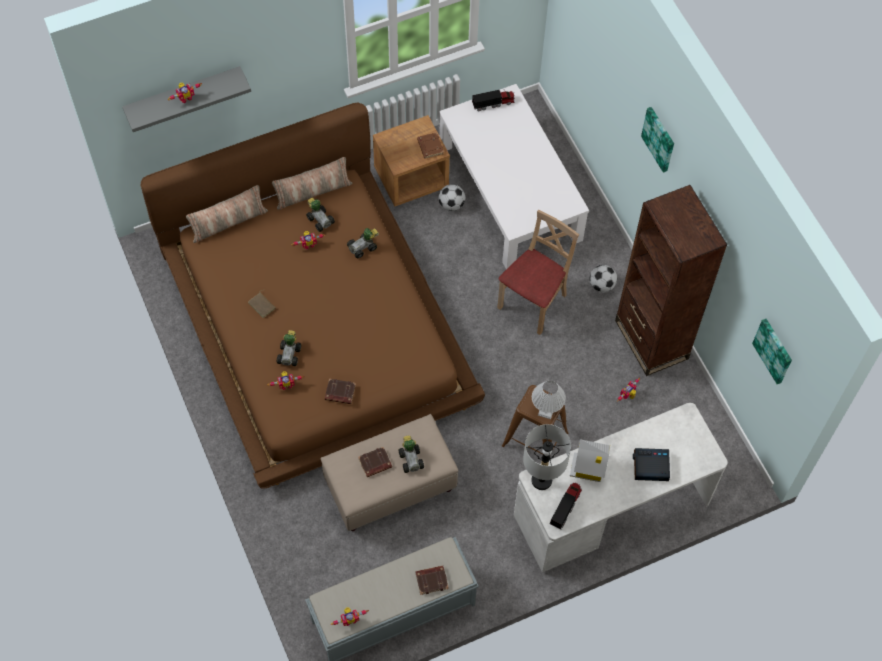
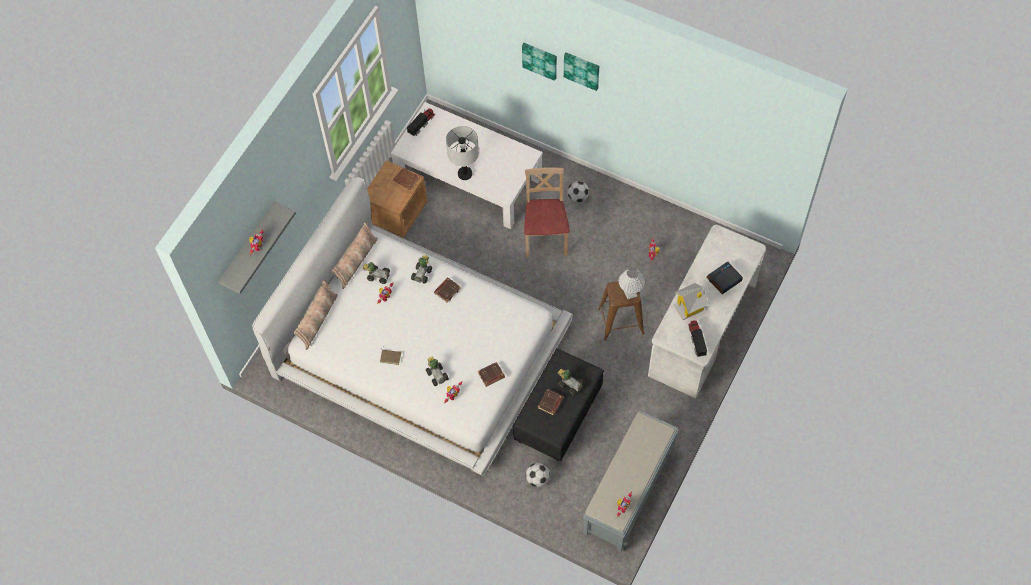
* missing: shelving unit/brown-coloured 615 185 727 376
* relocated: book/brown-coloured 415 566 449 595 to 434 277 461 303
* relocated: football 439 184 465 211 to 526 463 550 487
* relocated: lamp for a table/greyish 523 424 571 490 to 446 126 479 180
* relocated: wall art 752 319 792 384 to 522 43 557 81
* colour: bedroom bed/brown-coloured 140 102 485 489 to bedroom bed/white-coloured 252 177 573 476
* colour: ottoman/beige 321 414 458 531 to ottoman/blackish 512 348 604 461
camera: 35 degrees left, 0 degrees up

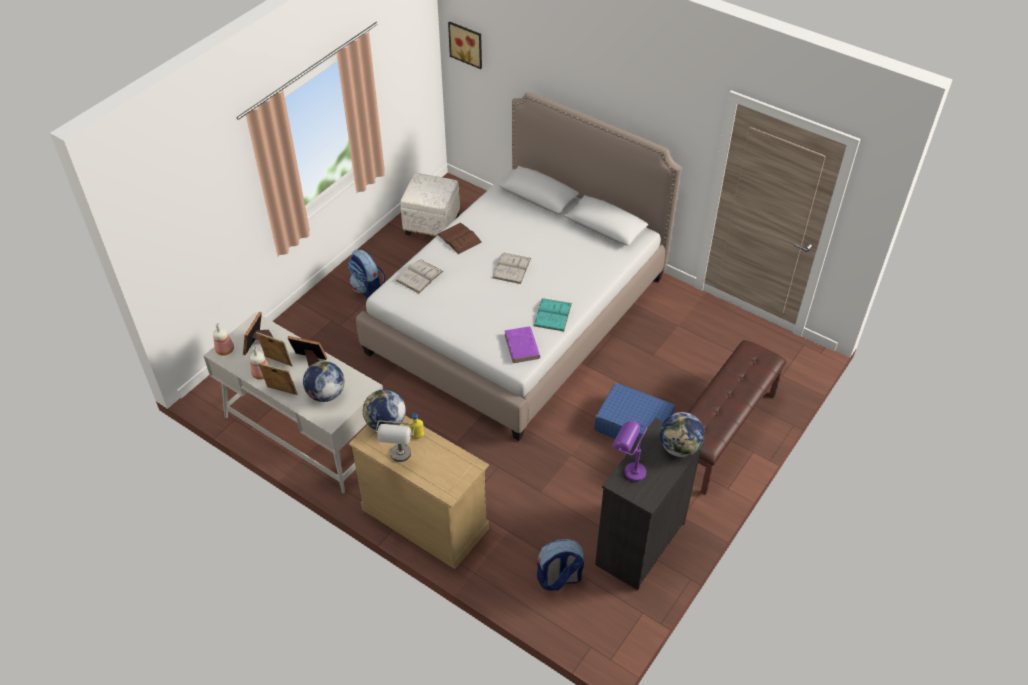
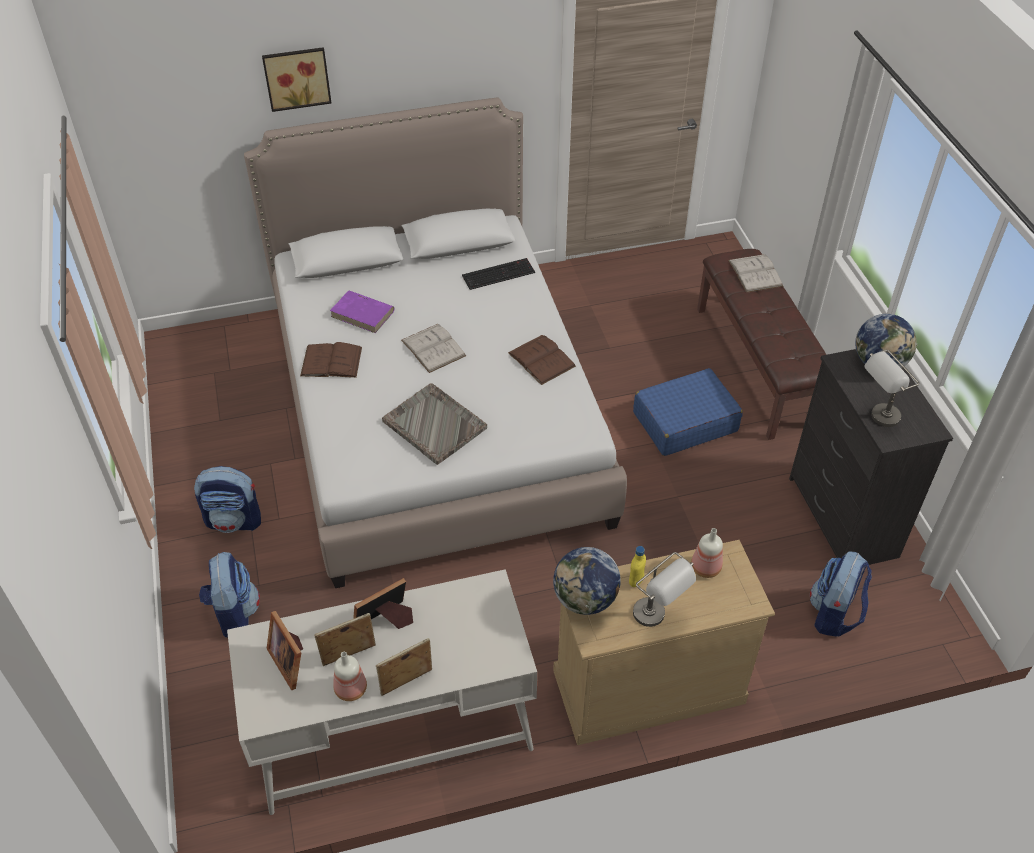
* missing: desk globe 303 361 344 402
* missing: ottoman/white-coloured 400 173 460 236
* appeared: backpack 199 552 260 637
* appeared: carrying tray/greyish 382 383 487 465
* appeared: keyboard 462 258 535 290
* relocated: beverage bottle 213 323 234 356 to 691 528 723 578
* relocated: book/white-coloured 396 259 443 293 to 728 254 783 293
* relocated: wall art 448 22 482 69 to 262 47 332 112
* relocated: book/purple-coloured 504 327 540 363 to 330 291 394 333
* colour: book/turquoise 534 298 572 331 to book/brown-coloured 508 335 576 385
* colour: lamp for a table/purple-coloured 613 421 647 482 to lamp for a table/greyish 864 350 919 427
camera: 50 degrees left, 0 degrees up

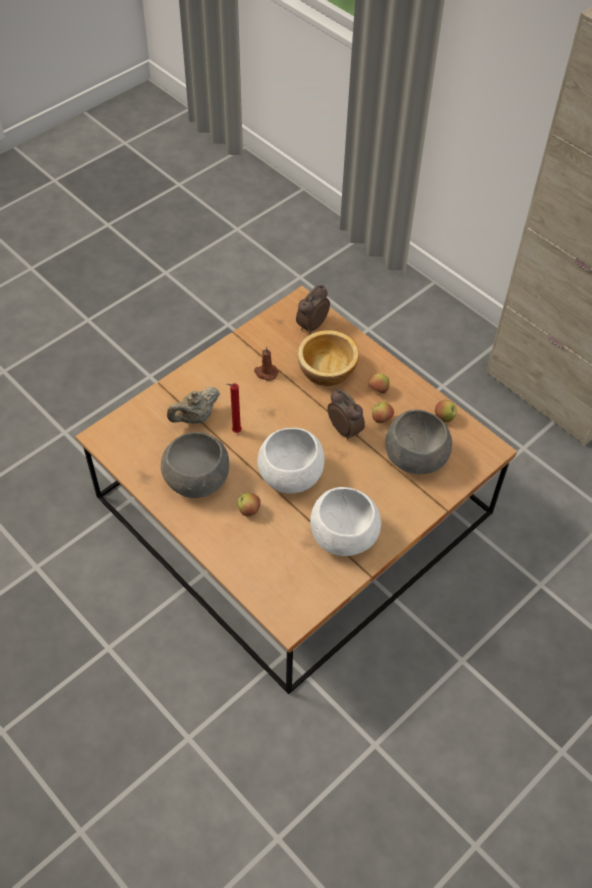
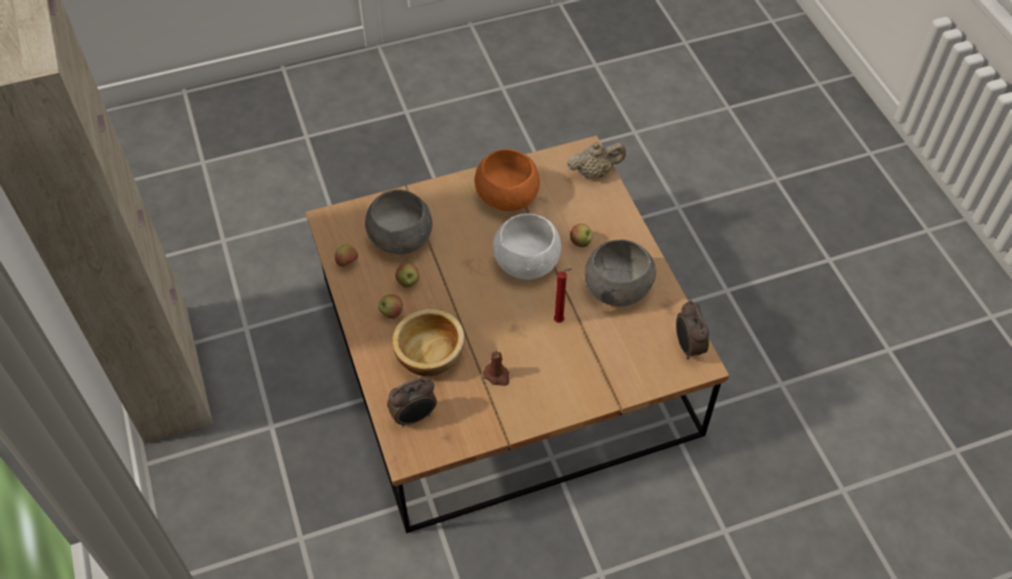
* relocated: tea pot/beige 167 387 220 424 to 567 142 626 178
* relocated: table clock 328 388 365 440 to 676 300 709 359
* colour: bowl/white-coloured 310 487 381 556 to bowl/orange 475 149 540 211
camera: 155 degrees left, 0 degrees up

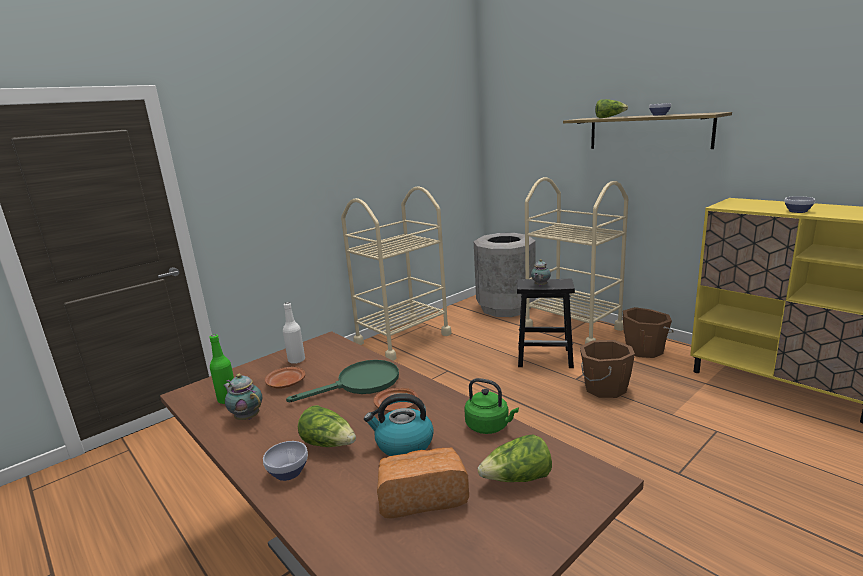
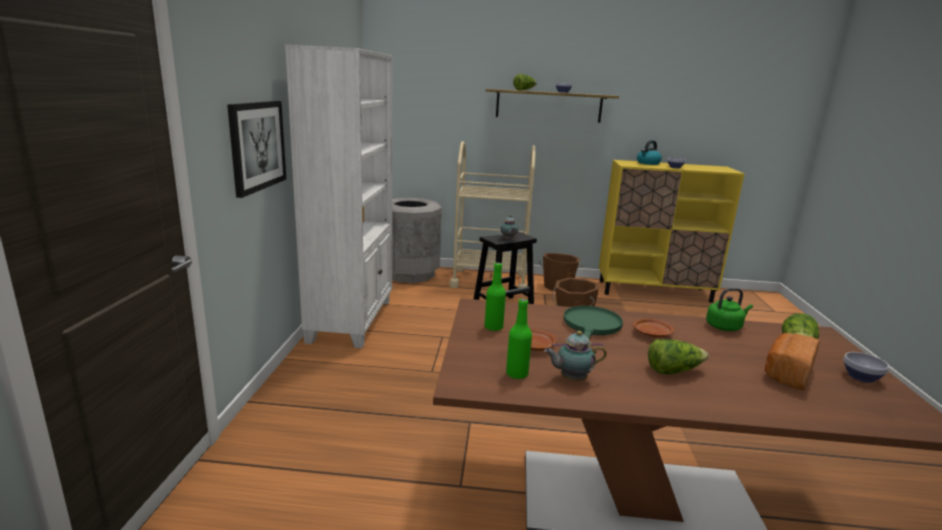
* appeared: wall art 227 101 286 198
* relocated: bowl 263 441 308 481 to 844 352 889 383
* relocated: tea kettle 364 393 434 456 to 637 140 662 165
* exchanged: wheeled cart/beige 341 186 452 361 to shelving unit/white-coloured 285 45 392 348
* colour: beverage bottle/white-coloured 283 302 305 364 to beverage bottle/green-coloured 485 262 506 331
camera: 45 degrees left, 0 degrees up

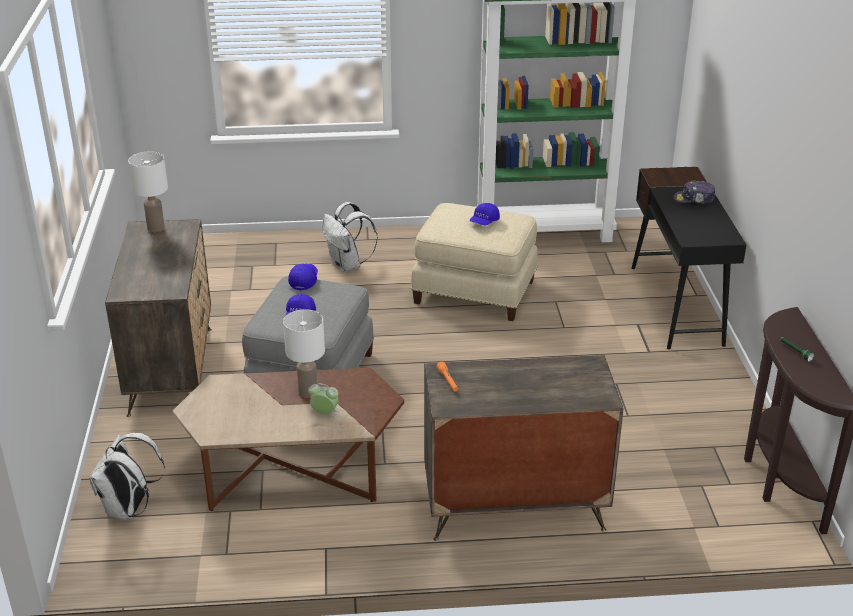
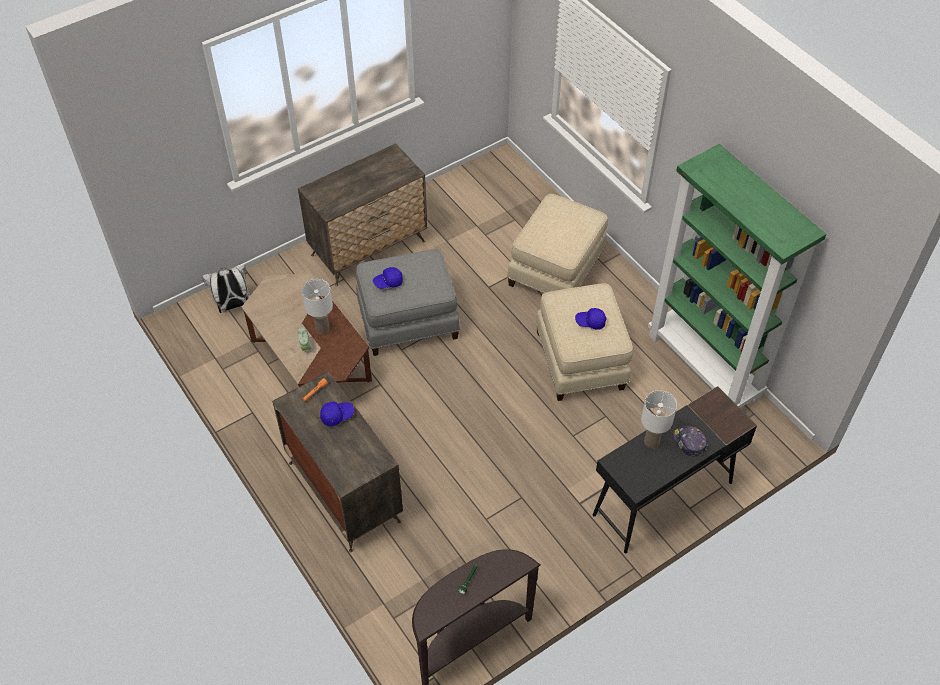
* relocated: lamp for a table/white-coloured 128 151 168 232 to 641 390 677 448
* relocated: cap/blue-coloured 288 264 318 290 to 320 401 354 427
* exchanged: backpack/white-coloured 323 202 378 272 to ottoman/beige 507 194 608 293
camera: 60 degrees right, 20 degrees up

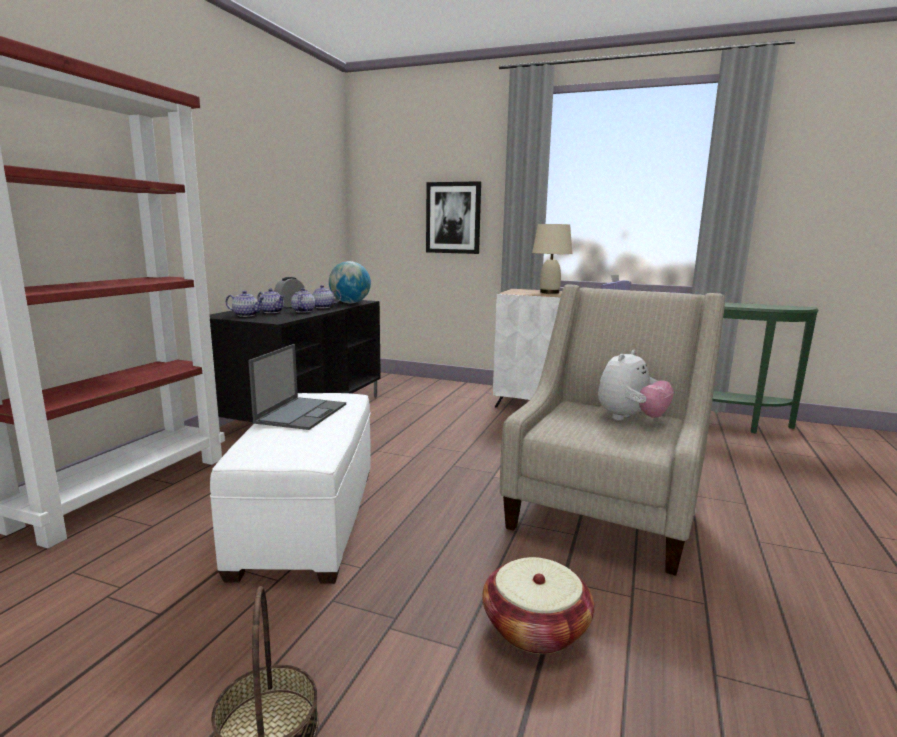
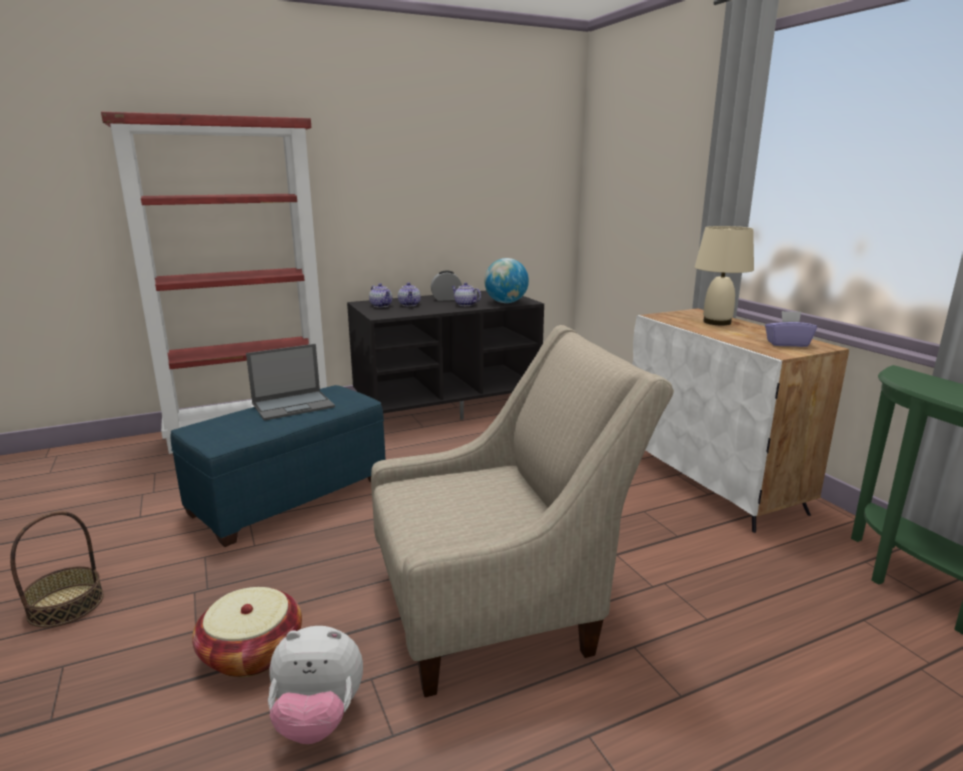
* missing: tea pot 291 288 315 313
* missing: wall art 426 181 481 254
* relocated: plush toy 598 350 674 421 to 268 626 363 744
* colour: ottoman/white-coloured 210 393 371 584 to ottoman/blue-coloured 170 385 385 547
camera: 45 degrees right, 5 degrees up

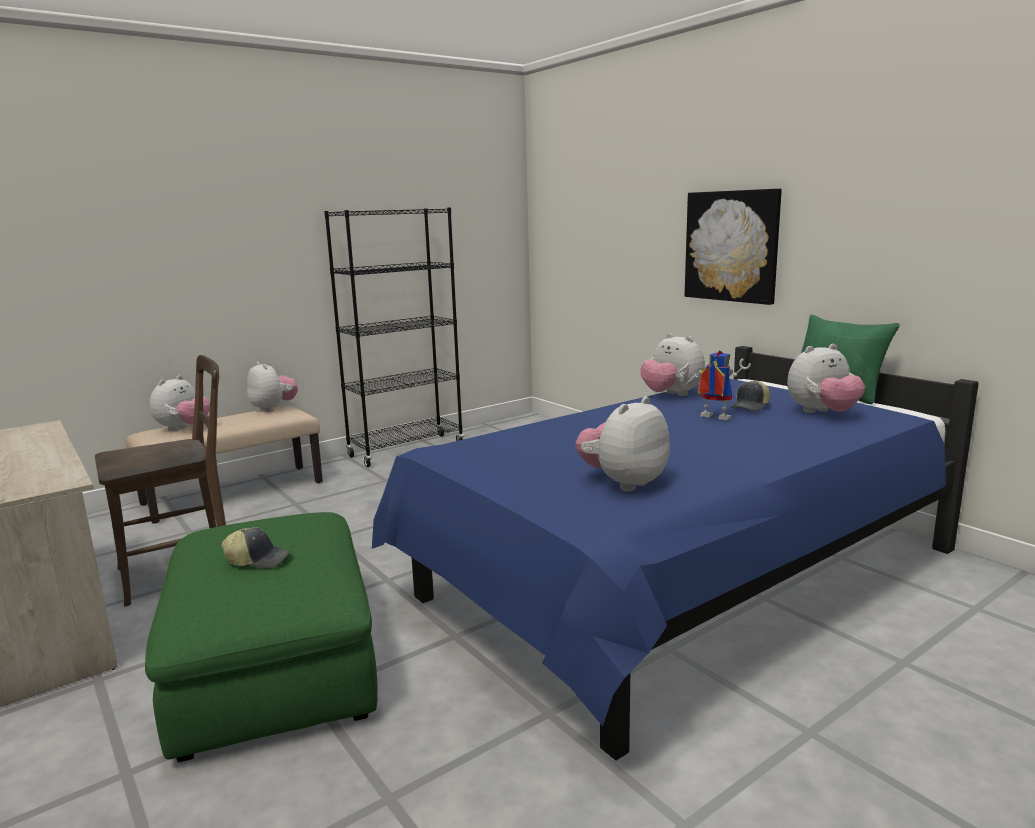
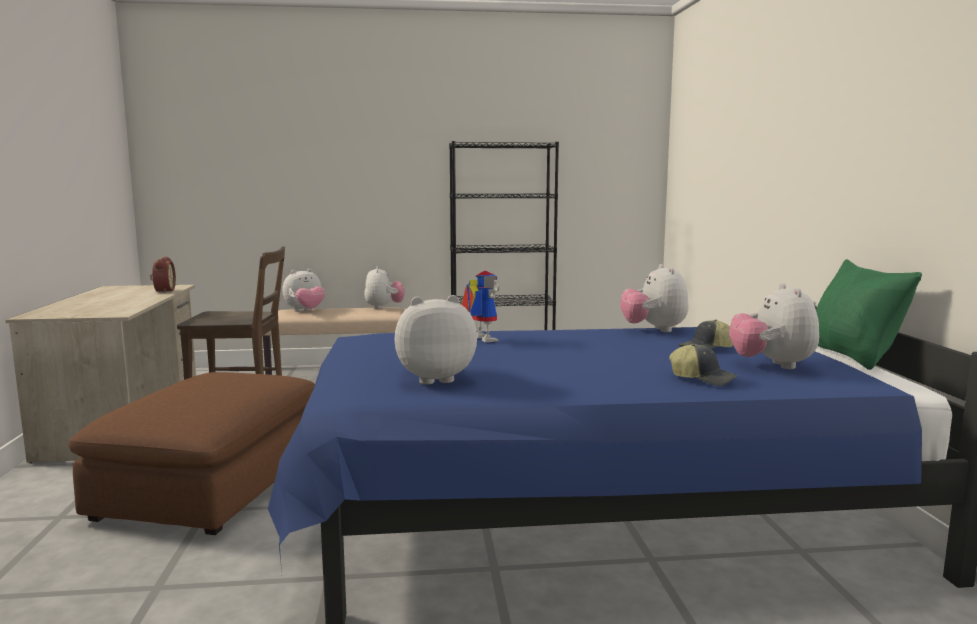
* missing: wall art 685 188 782 305
* appeared: table clock 150 256 176 293
* relocated: cap 221 527 291 569 to 669 344 738 386
* relocated: model robot 684 350 751 420 to 461 271 500 342
* colour: ottoman/green-coloured 145 512 378 762 to ottoman/brown-coloured 68 372 315 535
* spun: plush toy 787 344 865 413 = 729 283 819 369 75 degrees clockwise
camera: 30 degrees right, 5 degrees down

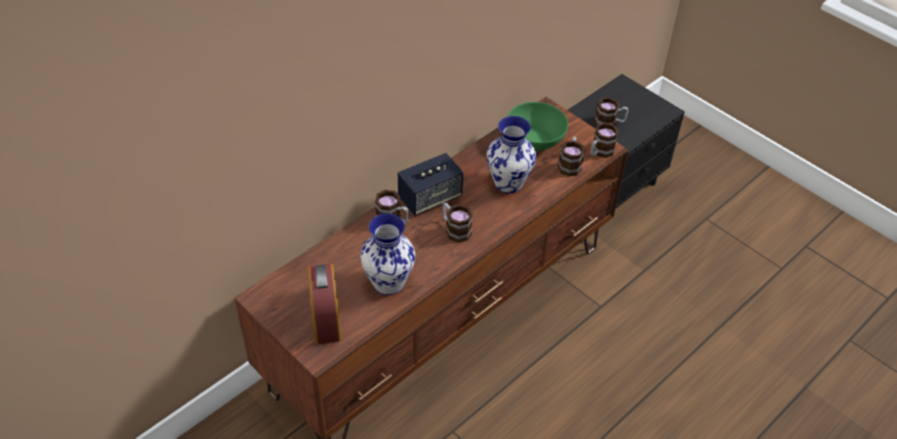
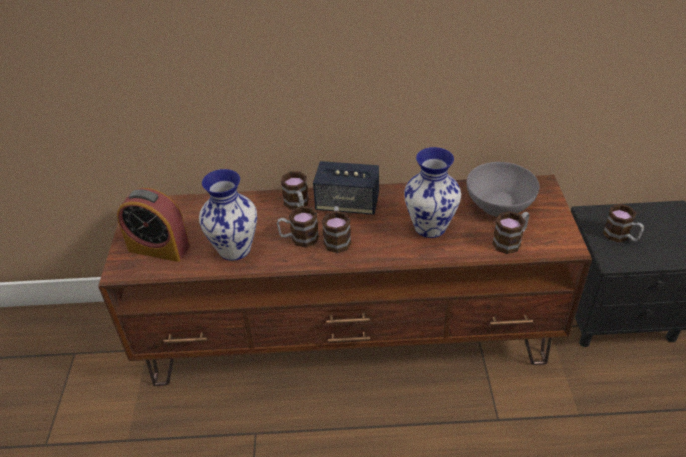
* relocated: tea mug 591 122 619 158 to 277 206 319 248
* colour: bowl/green-coloured 507 102 568 151 to bowl/greyish 467 162 539 217
* spun: table clock 307 263 341 344 = 117 188 190 262 105 degrees counterclockwise
camera: 45 degrees right, 5 degrees down

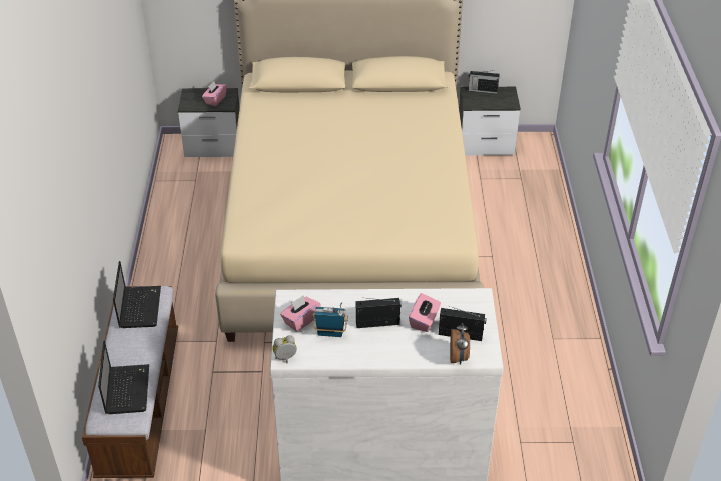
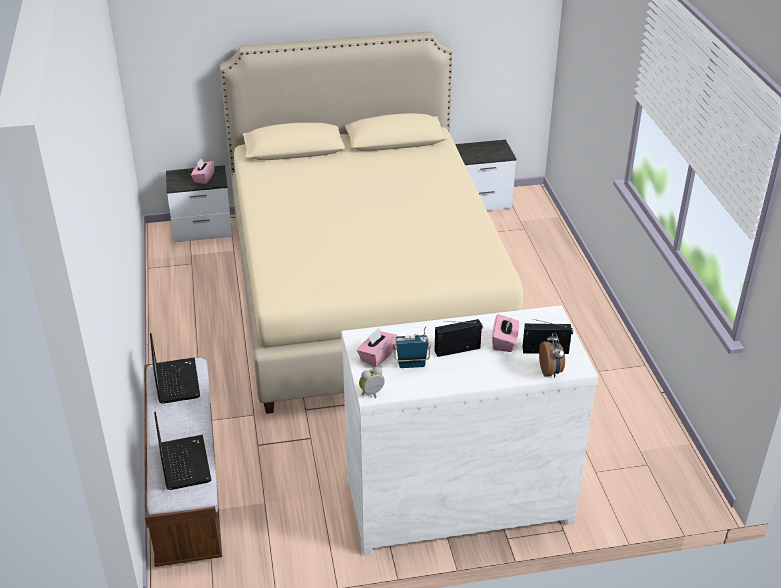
* missing: radio 468 70 500 94
camera: 10 degrees left, 5 degrees down

